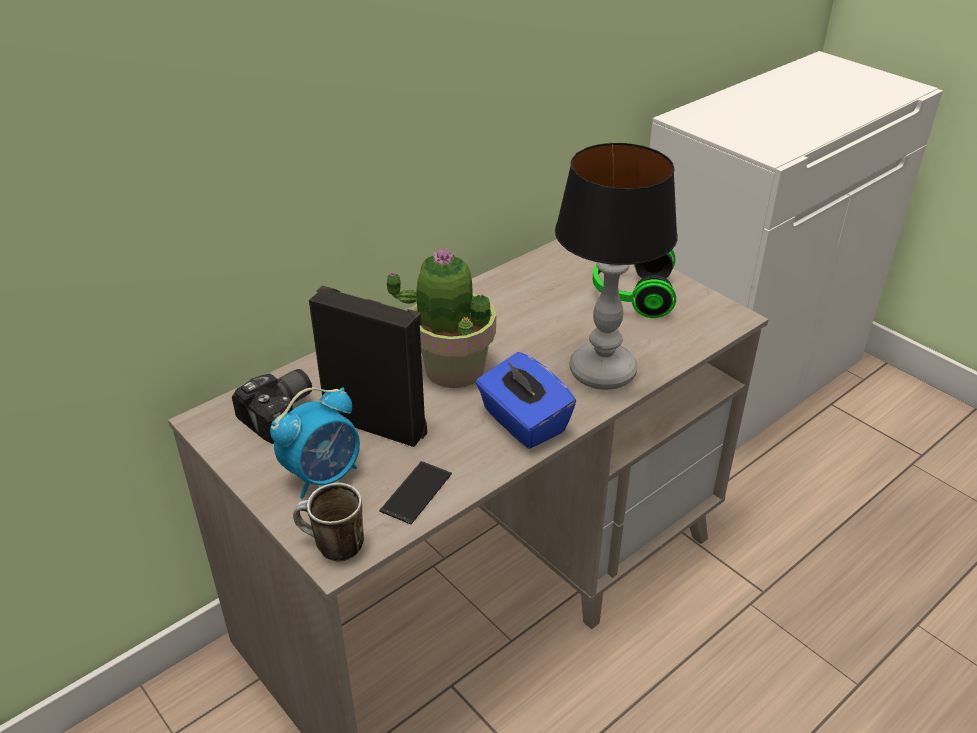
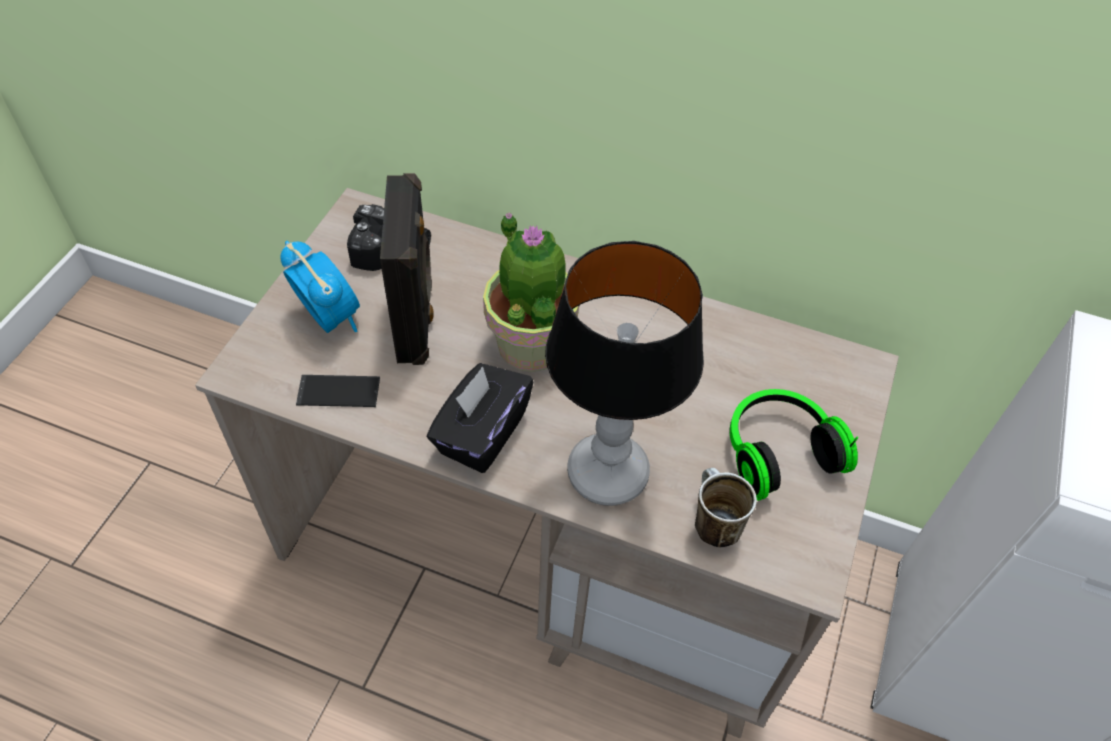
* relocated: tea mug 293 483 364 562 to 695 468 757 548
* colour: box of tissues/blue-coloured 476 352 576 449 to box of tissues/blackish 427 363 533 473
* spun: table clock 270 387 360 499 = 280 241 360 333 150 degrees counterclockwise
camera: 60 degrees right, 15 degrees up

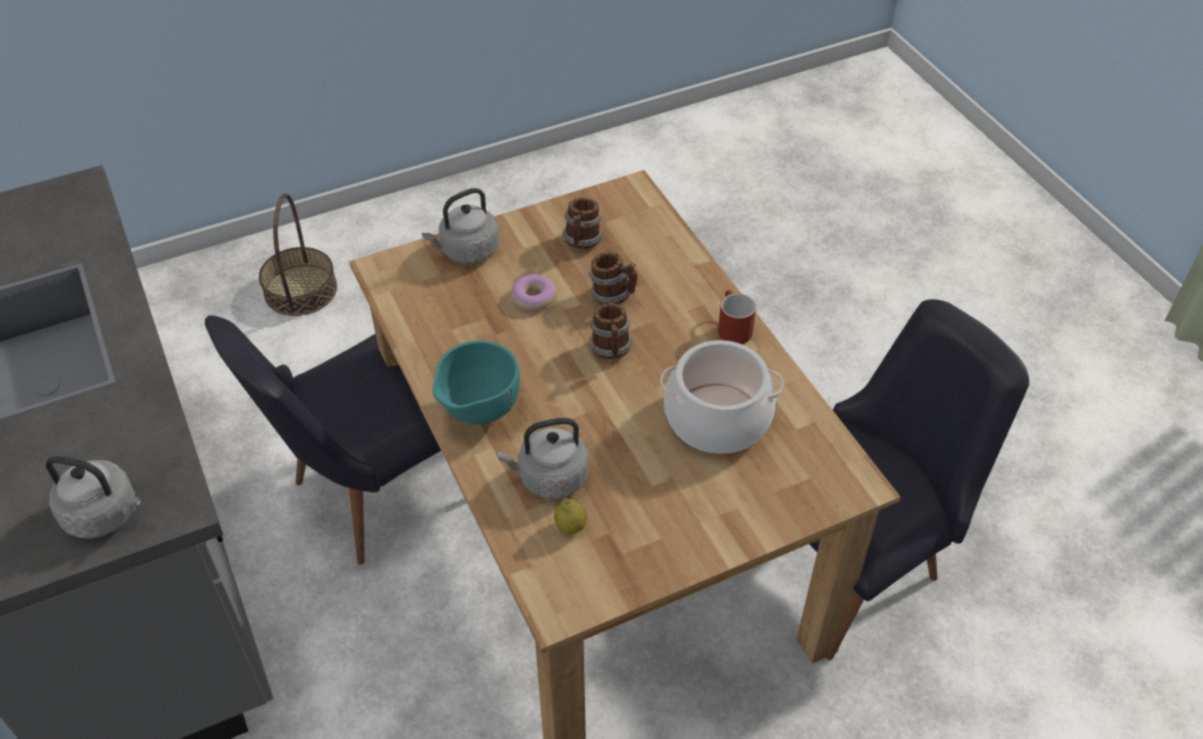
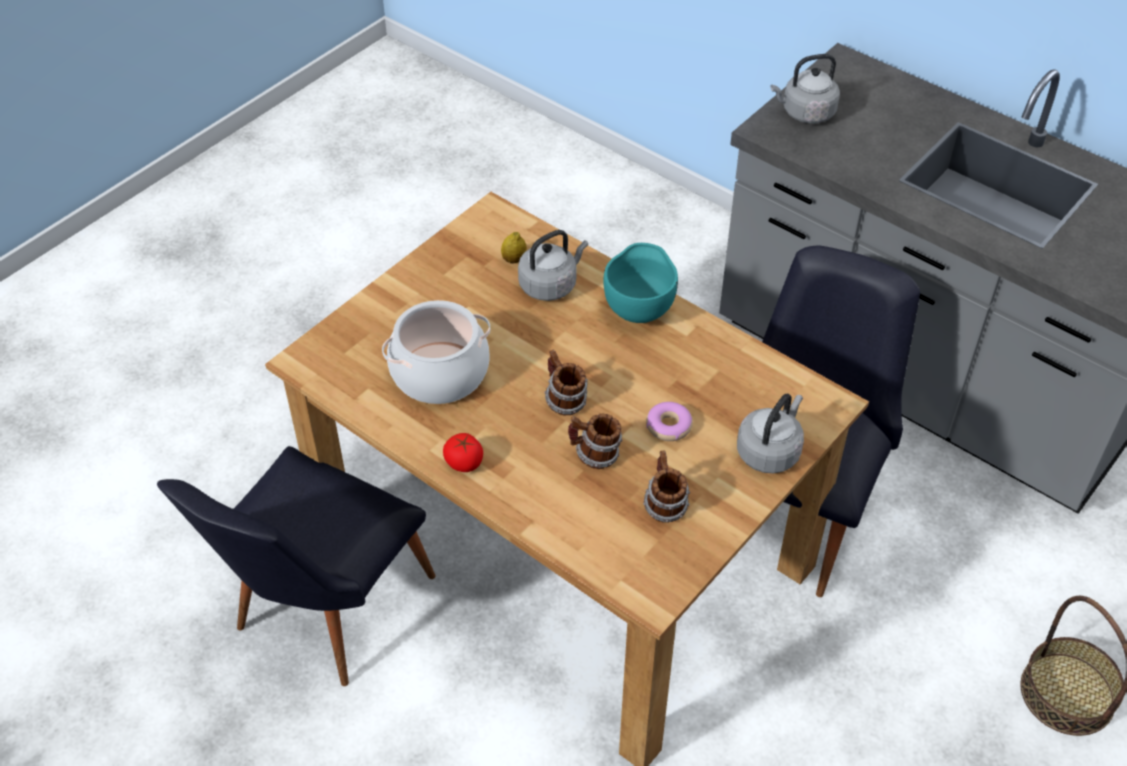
* exchanged: tea mug/reddish 718 290 756 344 to tomato 443 433 483 472
camera: 155 degrees right, 0 degrees up

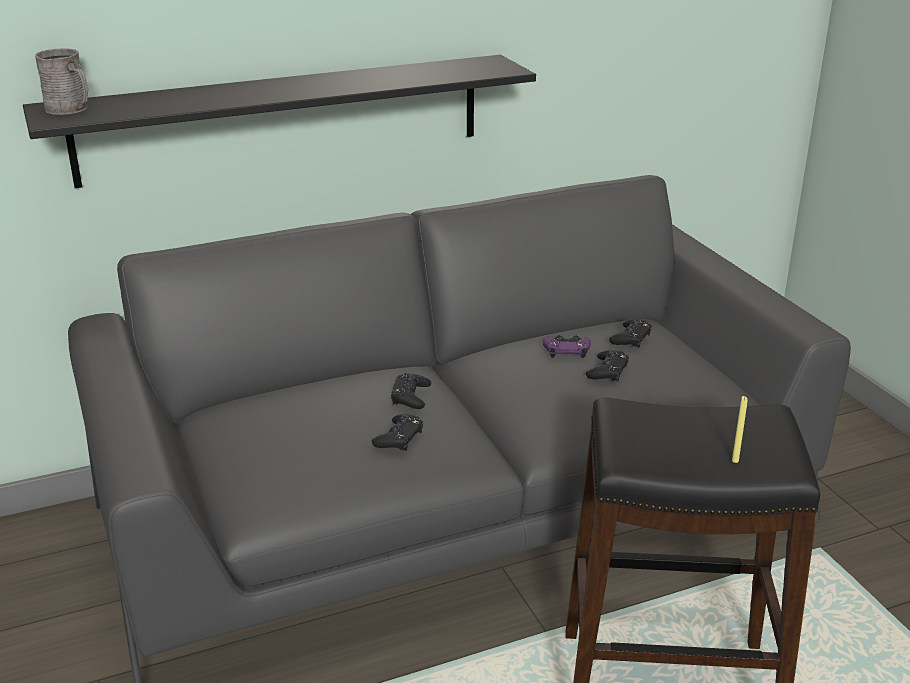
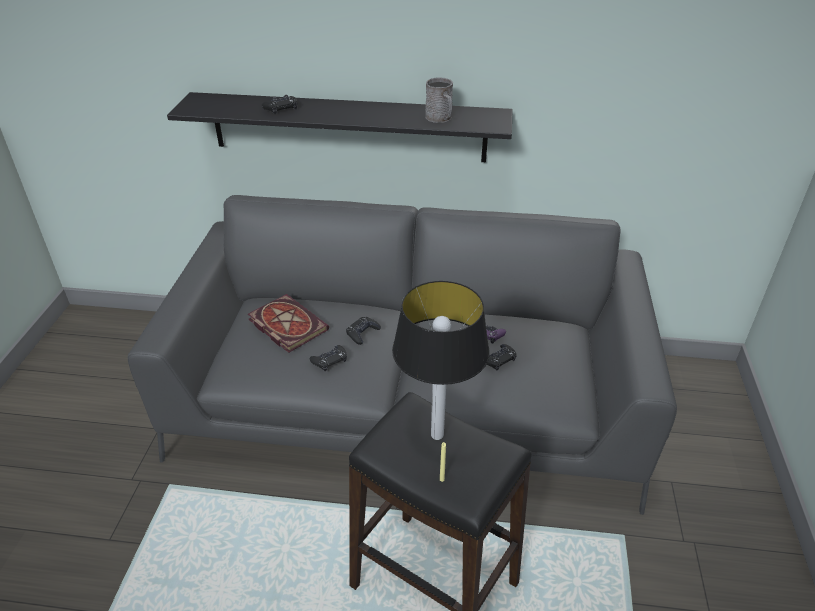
* appeared: book 248 294 329 353
* appeared: lamp for a table 392 281 490 440
* relocated: tea mug/greyish 35 48 88 115 to 425 78 453 123
* relocated: joypad/blackish 609 319 652 348 to 262 95 297 114
camera: 30 degrees right, 10 degrees up

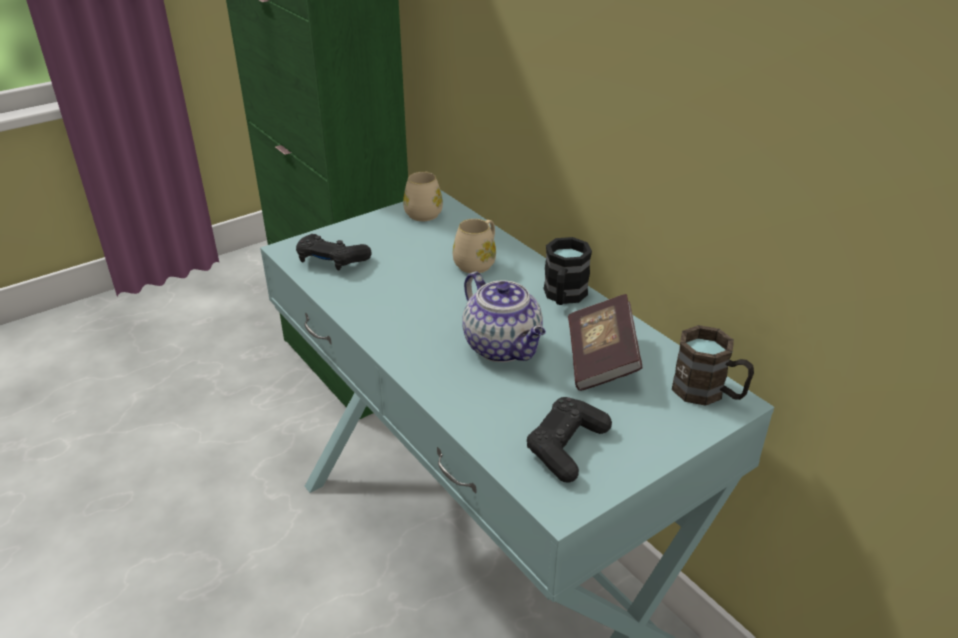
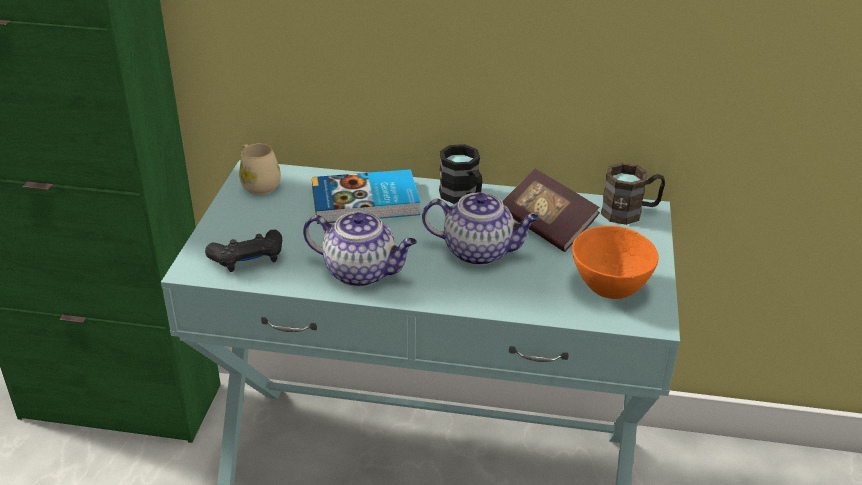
* appeared: tea pot 303 212 417 287
* exchanged: tea mug/beige 453 219 496 273 to book 312 169 420 224
* exchanged: joypad/blackish 527 397 612 483 to bowl/orange 572 225 659 299
camera: 45 degrees left, 0 degrees up

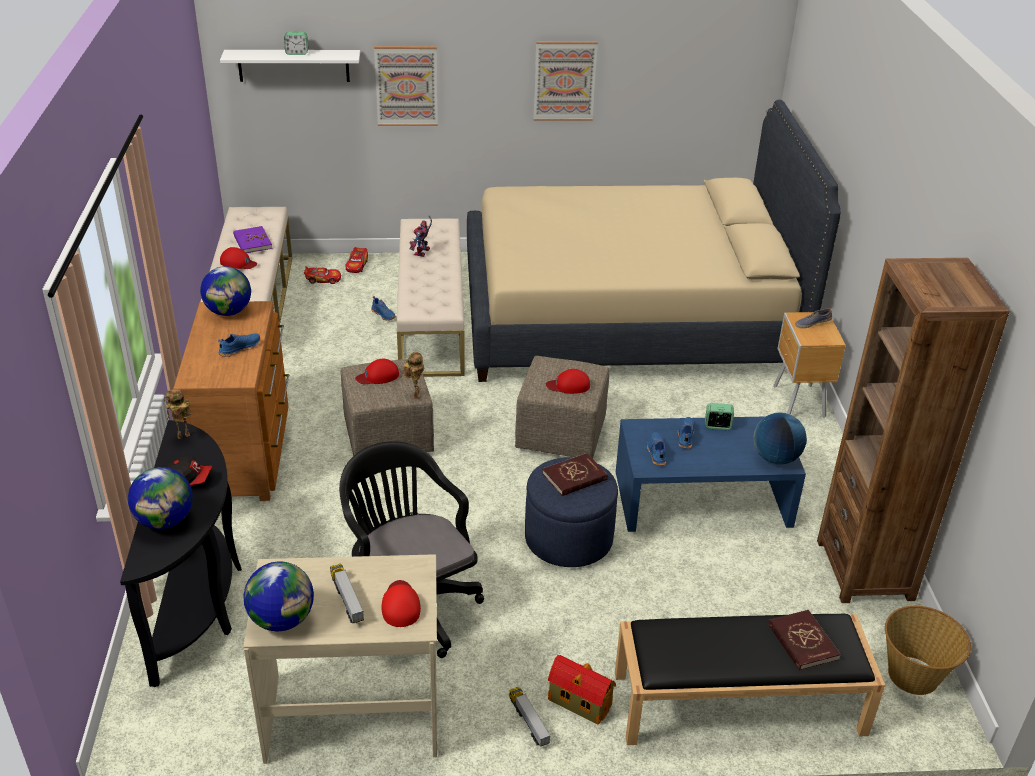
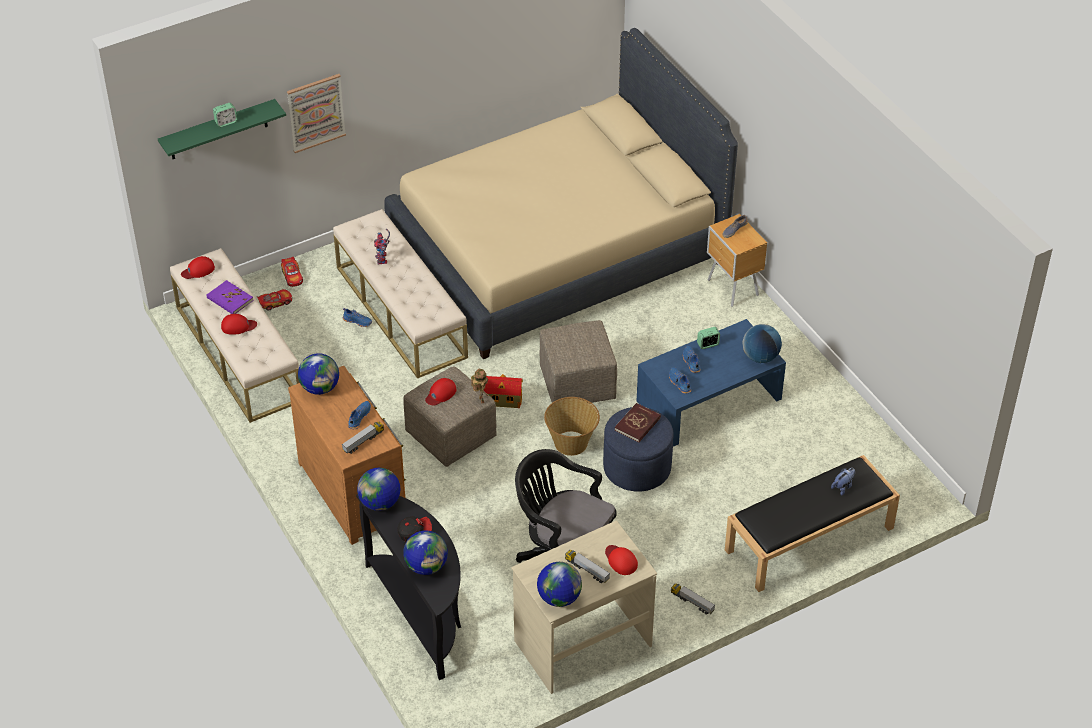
* missing: wall art 534 41 598 121
* missing: shelving unit/brown-coloured 817 258 1009 603
* appeared: model truck 342 422 384 454
* relocated: cap/reddish 546 369 590 394 to 181 256 215 279
* relocated: miniature house 548 655 616 725 to 484 374 523 408
* relocated: storage basket 885 606 971 695 to 544 397 600 456
* exchanged: model robot 163 389 191 439 to desk globe 357 468 400 511
* exchanged: book/reddish 768 610 841 671 to plush toy 831 468 855 495
* colour: shelf/white-coloured 220 50 360 82 to shelf/green-coloured 158 99 286 159
camera: 25 degrees left, 10 degrees up

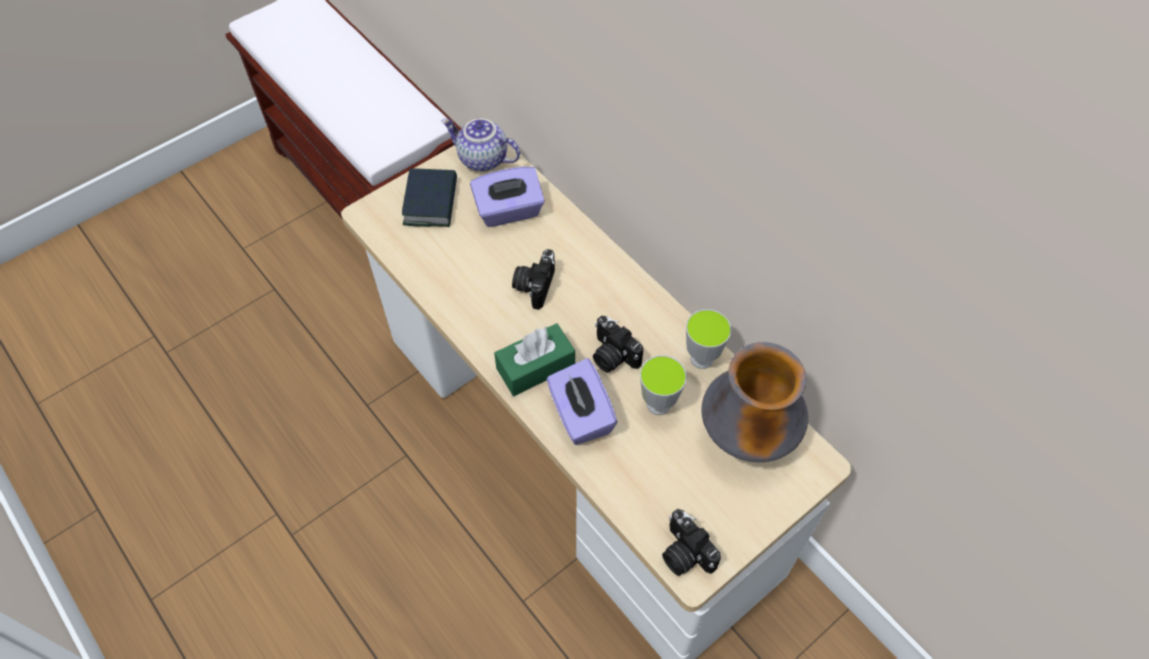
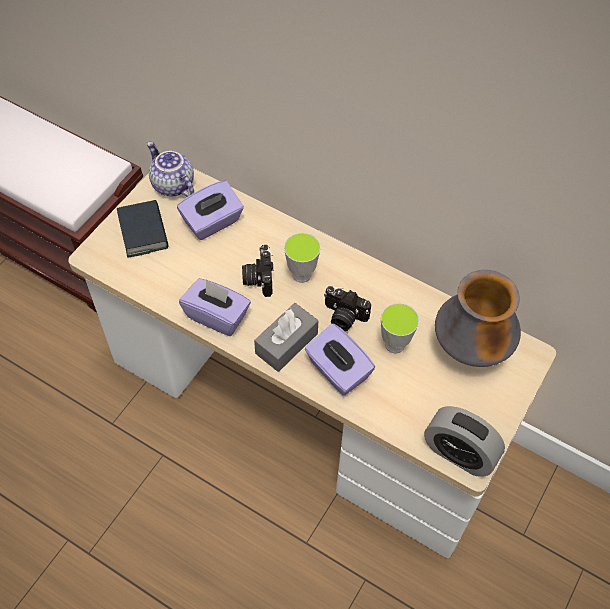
* appeared: box of tissues/purple-coloured 179 278 251 336
* relocated: small cup 686 309 732 369 to 284 233 321 283
* exchanged: still camera 662 509 721 576 to table clock 424 406 505 477
* colour: box of tissues/green-coloured 494 323 575 396 to box of tissues/greyish 254 303 318 372
* spun: tea pot 442 118 520 172 = 147 142 194 197 45 degrees clockwise
camera: 20 degrees left, 0 degrees up

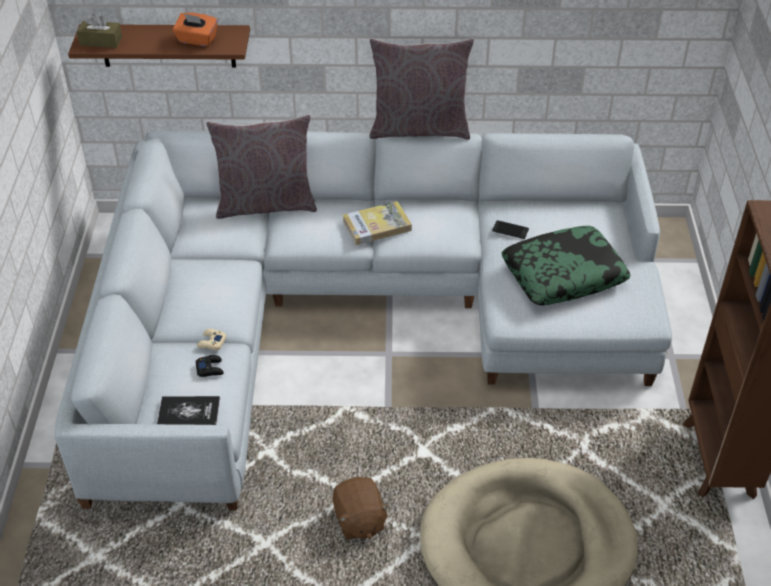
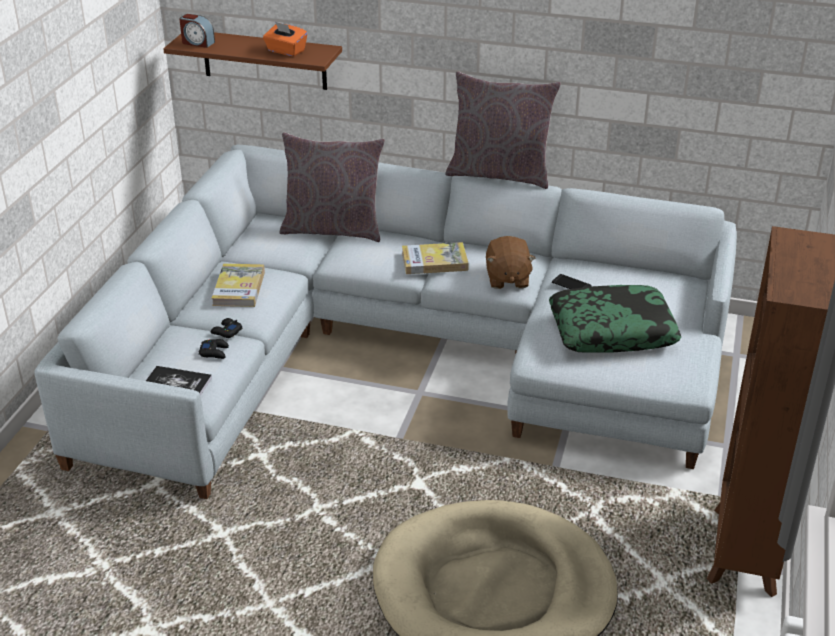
* appeared: book 211 263 265 307
* relocated: plush toy/brown-coloured 332 477 390 539 to 486 236 536 289
* exchanged: box of tissues/brown-coloured 77 13 122 48 to table clock 179 14 215 48
* colour: joypad/beige 197 329 227 350 to joypad/blackish 211 318 242 338
camera: 15 degrees right, 10 degrees down

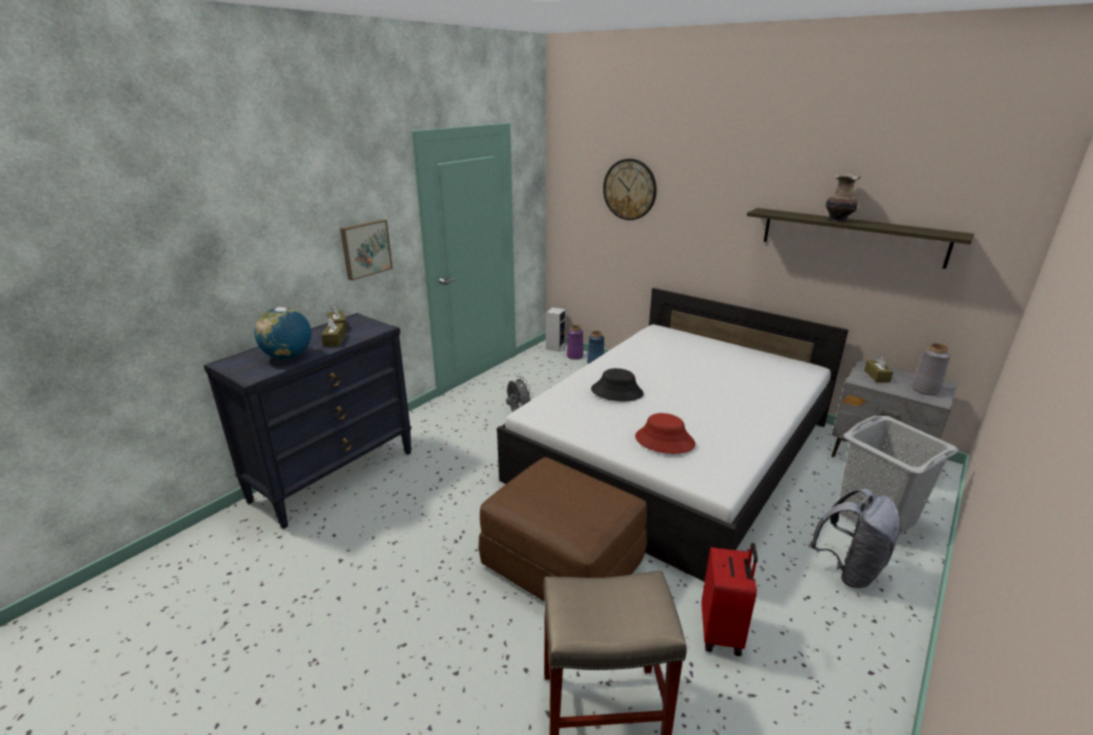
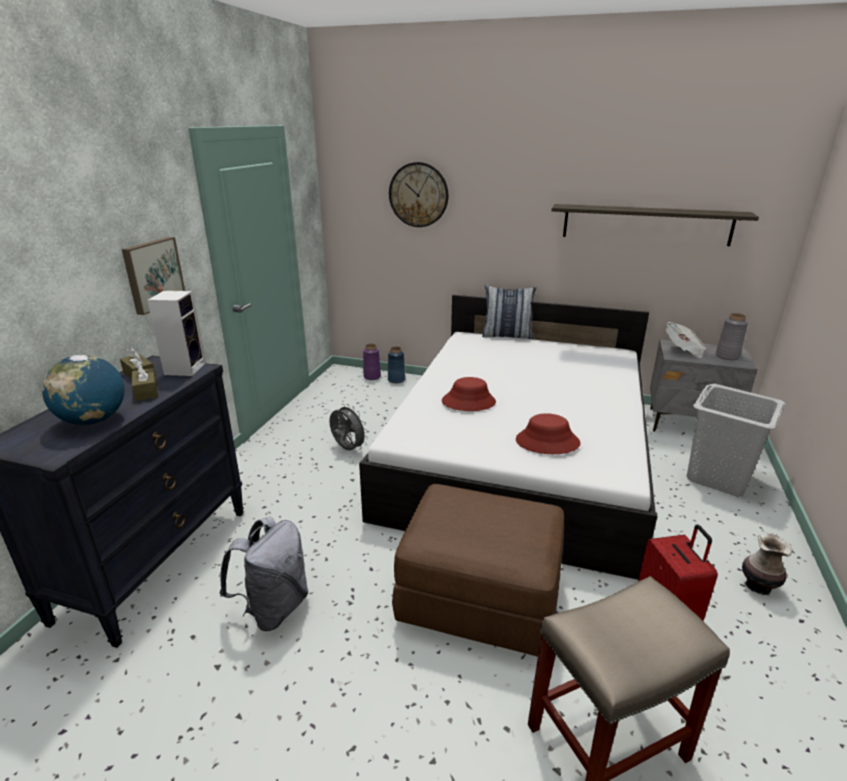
* appeared: pillow 482 285 537 339
* relocated: loudspeaker 546 307 566 352 to 147 290 206 376
* relocated: backpack/greyish 810 489 902 588 to 219 516 309 631
* relocated: vase 826 173 861 222 to 742 533 792 595
* exchanged: box of tissues/brown-coloured 864 355 893 383 to printed paper 666 322 706 358
* colour: wearable hat/blackish 591 368 644 401 to wearable hat/reddish 442 377 496 411
camera: 20 degrees left, 0 degrees up

